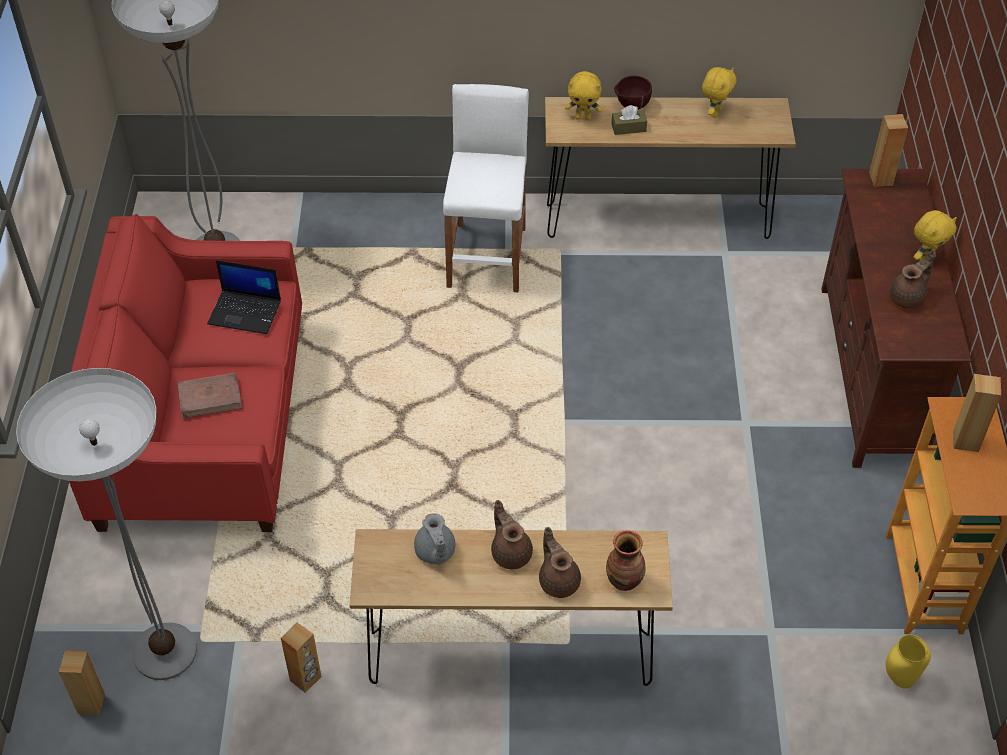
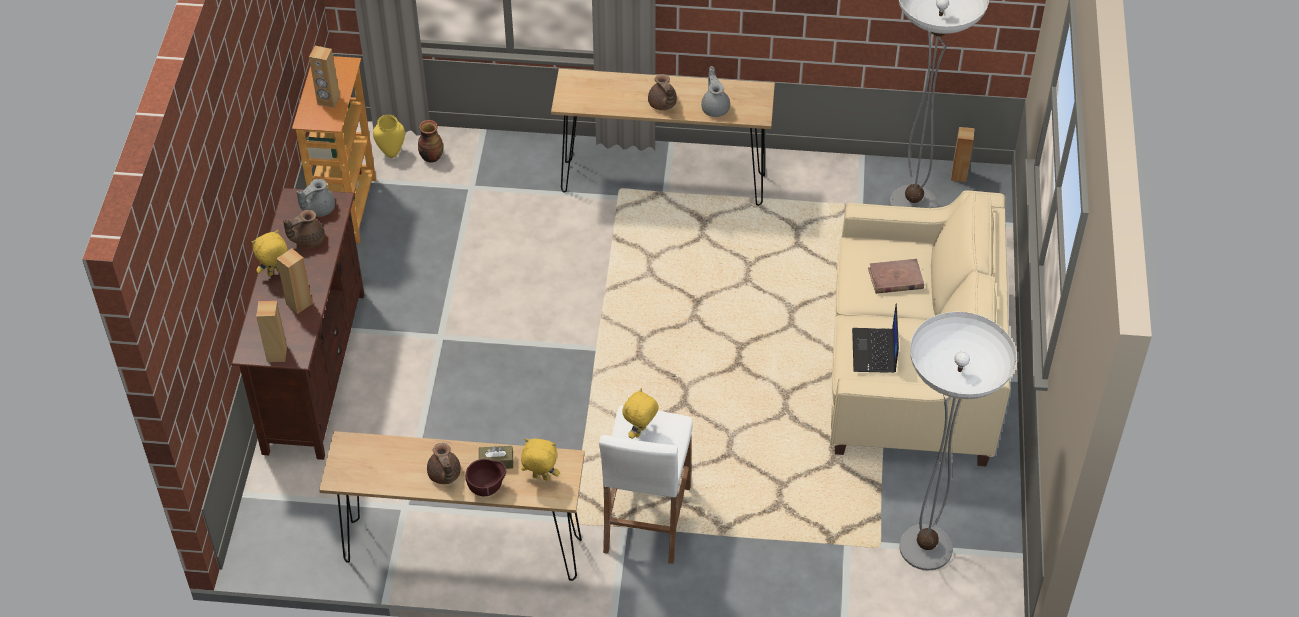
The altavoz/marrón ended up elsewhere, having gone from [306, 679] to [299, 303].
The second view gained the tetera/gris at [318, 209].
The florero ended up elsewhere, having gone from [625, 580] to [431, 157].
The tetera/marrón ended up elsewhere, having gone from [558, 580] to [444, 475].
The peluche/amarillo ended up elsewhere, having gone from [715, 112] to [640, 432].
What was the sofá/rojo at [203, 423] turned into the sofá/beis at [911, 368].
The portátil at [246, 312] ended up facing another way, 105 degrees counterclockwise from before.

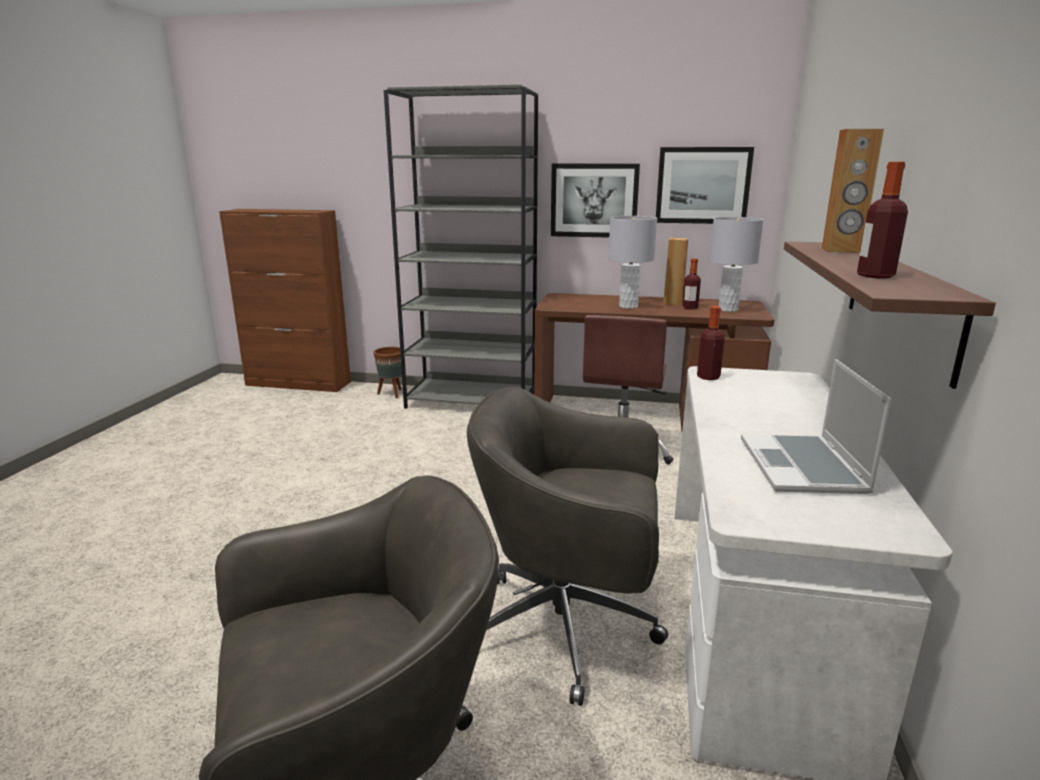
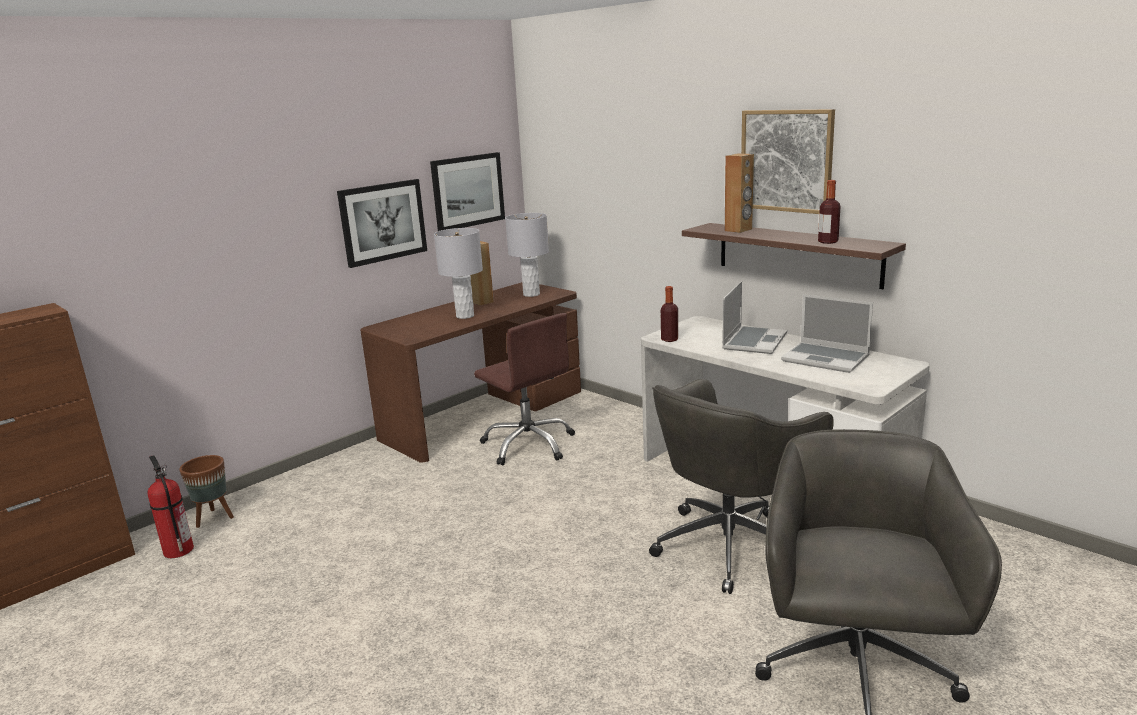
The second view gained the extintor at [177, 550].
The second view gained the portátil at [753, 341].
The second view gained the cuadro at [786, 160].
The second view lost the estantería/gris at [472, 401].
The second view lost the botella at [690, 308].

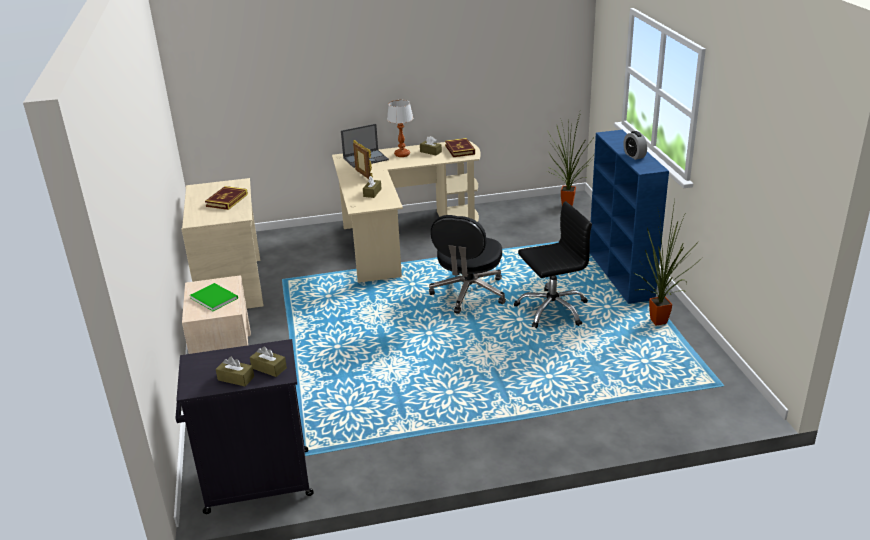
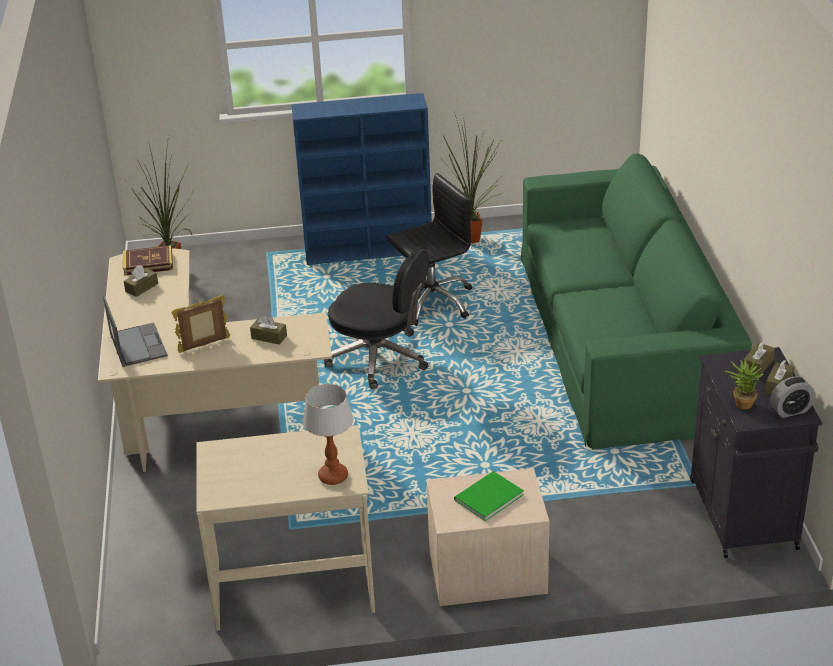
The lámpara de mesa ended up elsewhere, having gone from [402, 154] to [333, 477].
The silla de oficina/negro at [552, 309] ended up facing another way, 75 degrees clockwise from before.
The second view gained the sofá/verde at [622, 338].
The second view gained the planta en maceta at [741, 402].
The despertador ended up elsewhere, having gone from [634, 156] to [790, 410].
The second view lost the libro at [227, 200].

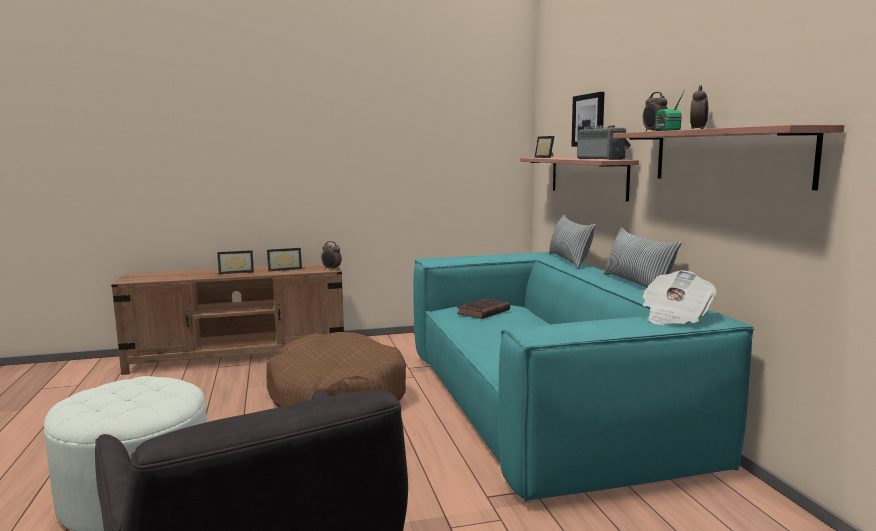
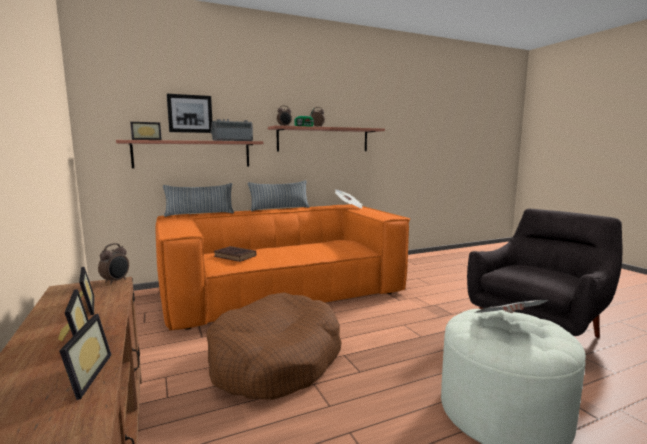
The second view gained the portarretratos at [81, 377].
What was the sofá/turquesa at [541, 403] turned into the sofá/naranja at [283, 291].
The second view gained the periódico at [507, 323].

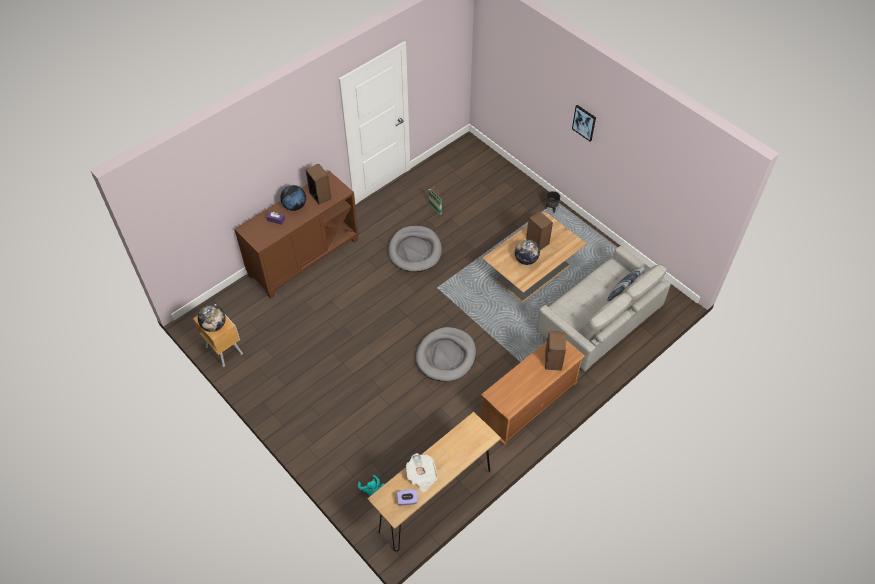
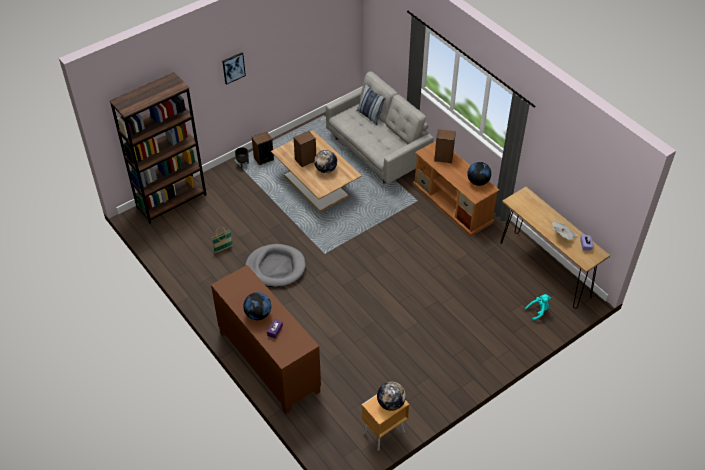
The second view gained the estantería/marrón at [171, 201].
The altavoz ended up elsewhere, having gone from [320, 195] to [263, 159].
The second view gained the globo terráqueo at [478, 182].
The second view lost the cama para perro/gris at [446, 356].

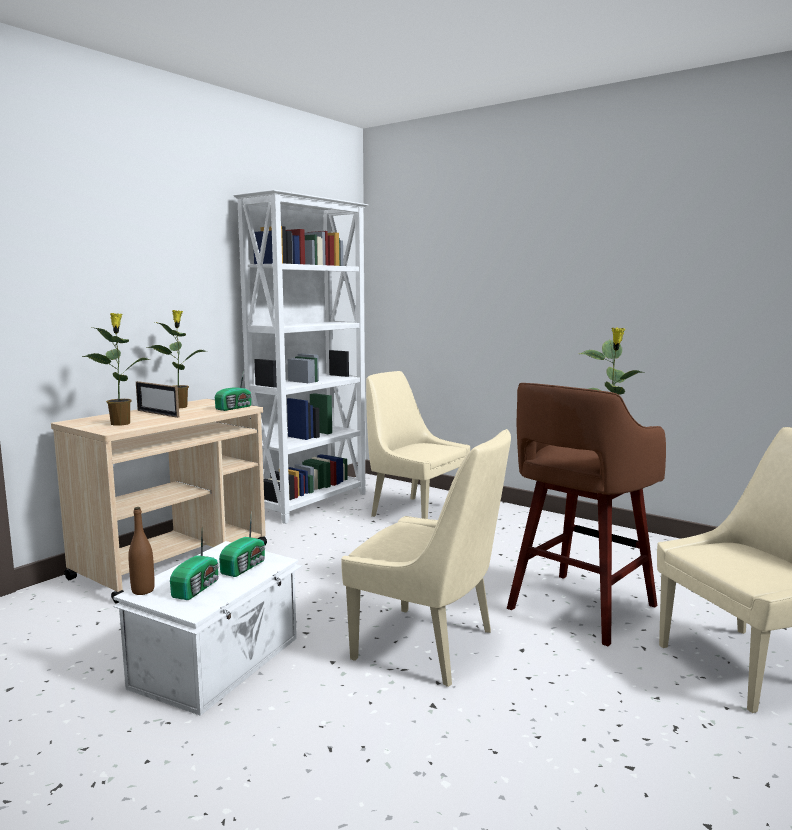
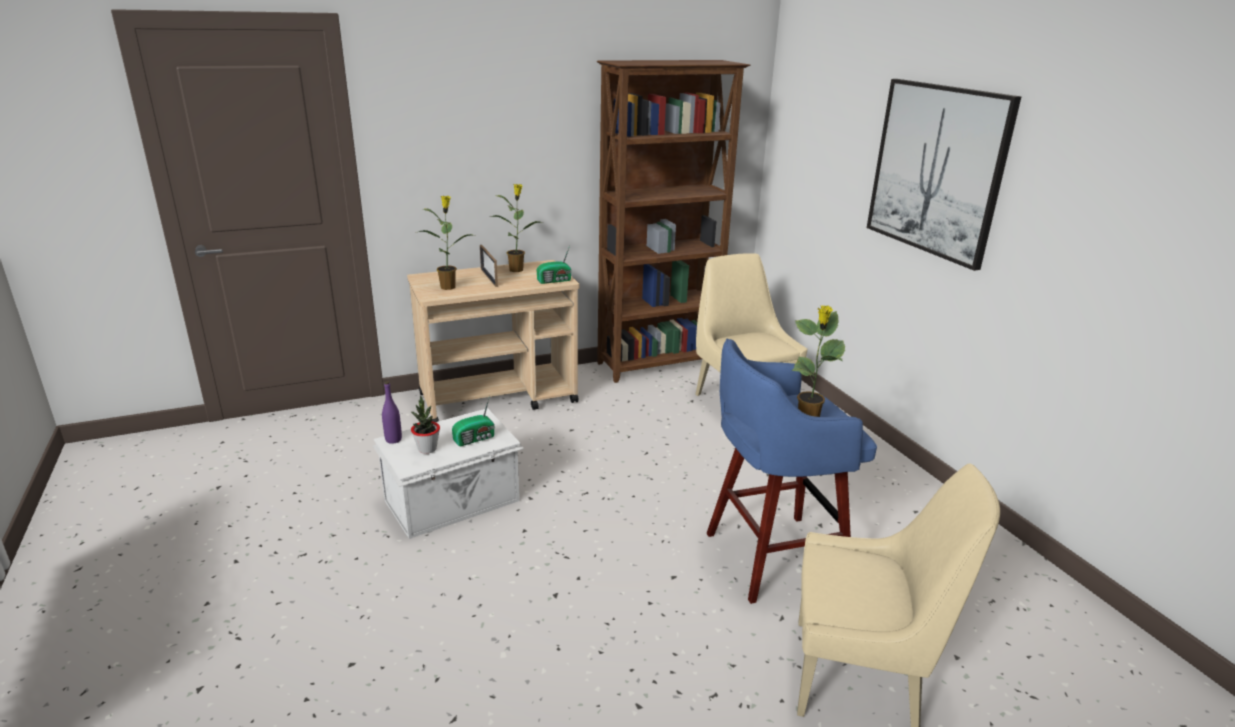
What was the botella/marrón at [143, 590] turned into the botella/morado at [393, 439].
Where the radio stood at [198, 588], the planta en maceta came to stand at [427, 449].
What was the estantería/blanco at [312, 503] turned into the estantería/marrón at [659, 364].
What was the taburete/marrón at [579, 609] turned into the taburete/azul at [771, 558].
The second view gained the cuadro at [937, 170].
The second view lost the silla/beis at [429, 646].

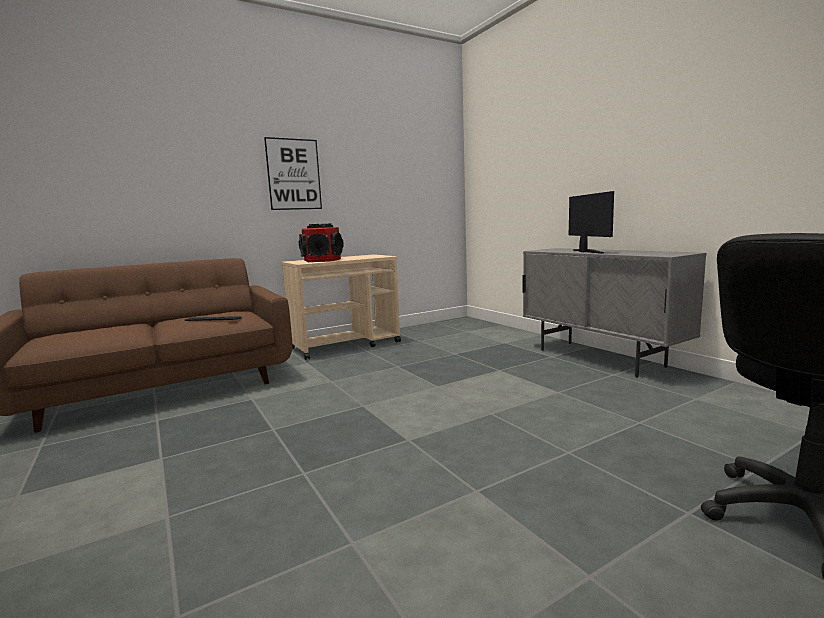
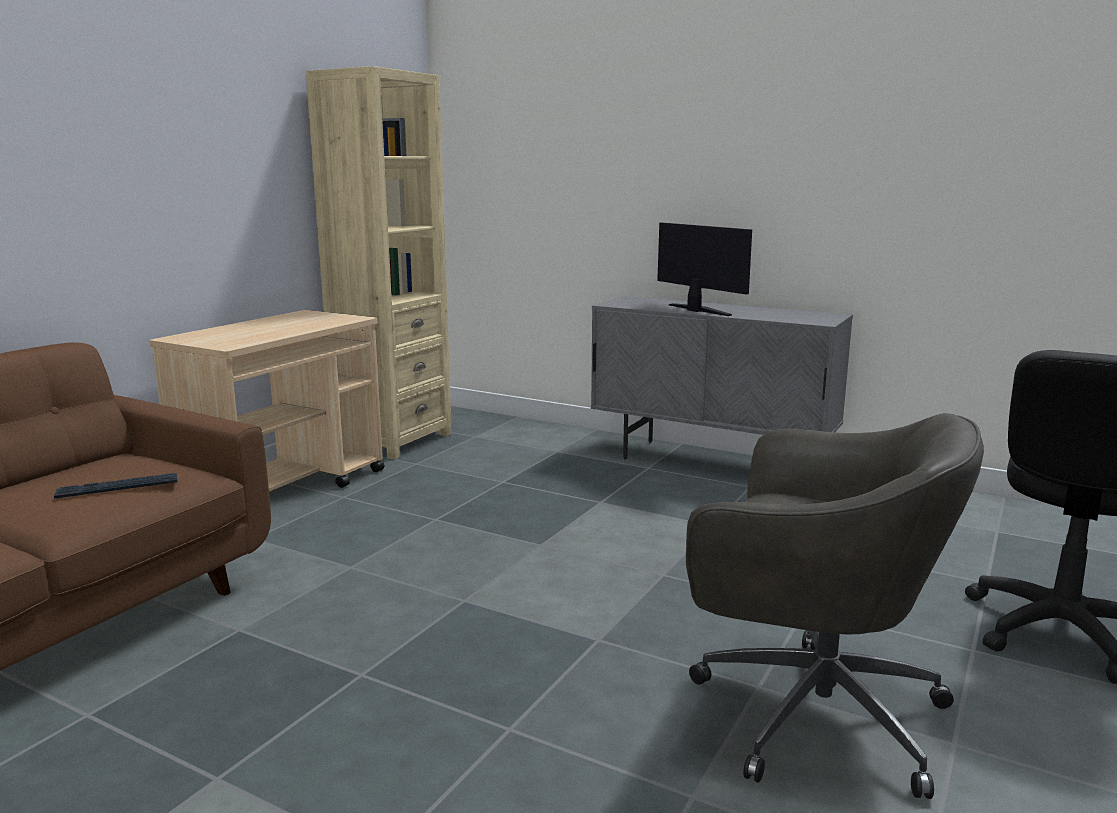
The second view gained the estantería/beis at [393, 440].
The second view gained the silla de oficina/gris at [811, 712].
The second view lost the cuadro at [294, 174].
The second view lost the altavoz at [321, 260].

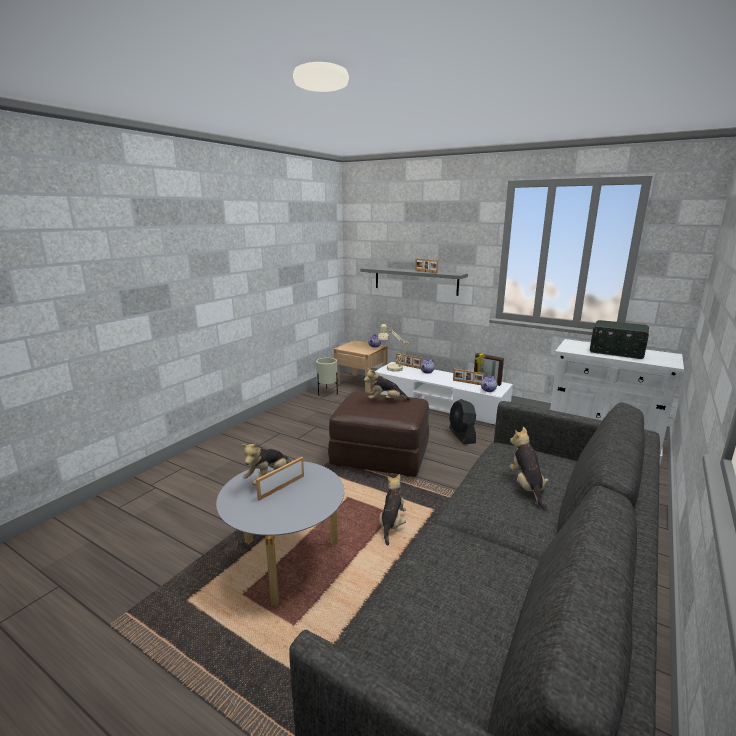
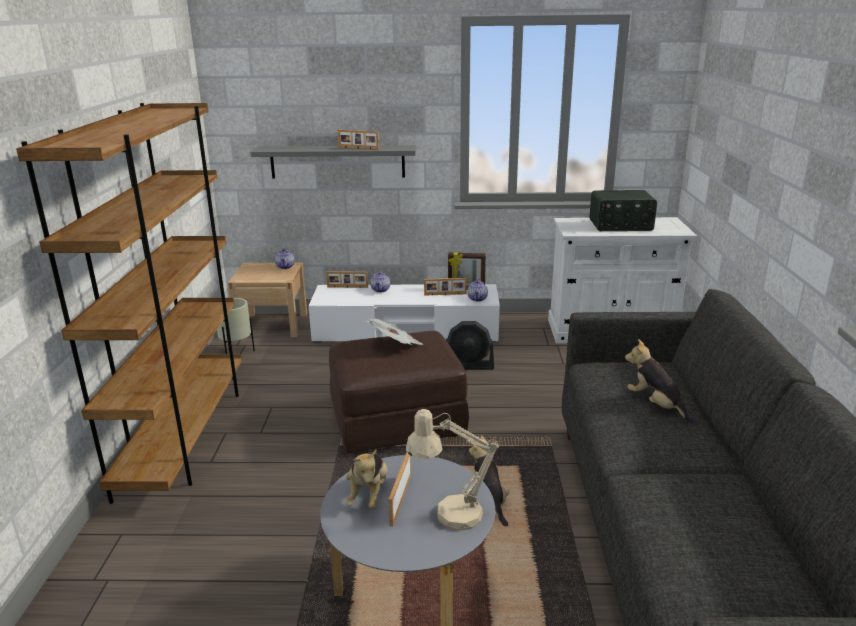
The second view gained the estantería/marrón at [185, 435].
Where the peluche stood at [385, 401], the periódico came to stand at [395, 345].
The lámpara de mesa/beis ended up elsewhere, having gone from [391, 368] to [449, 516].
The ventilador/negro at [462, 435] ended up facing another way, 45 degrees counterclockwise from before.

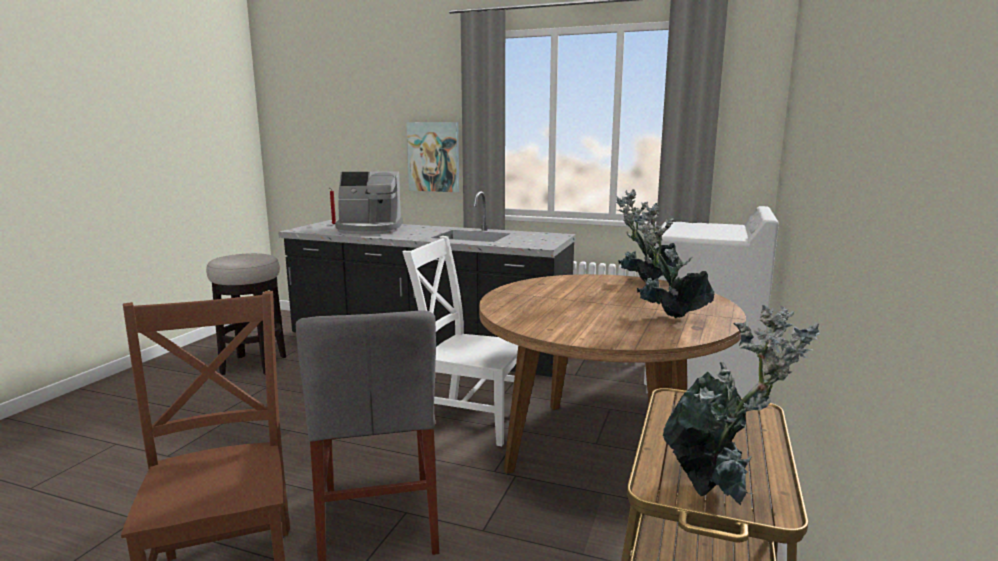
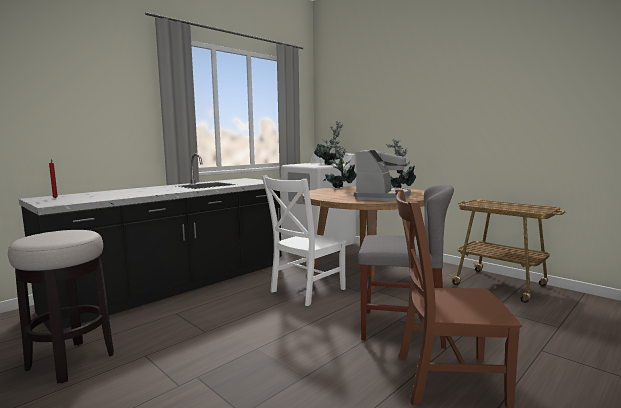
The planta en maceta ended up elsewhere, having gone from [720, 490] to [330, 164].
The cafetera ended up elsewhere, having gone from [370, 229] to [382, 197].
The second view lost the cuadro at [434, 157].

